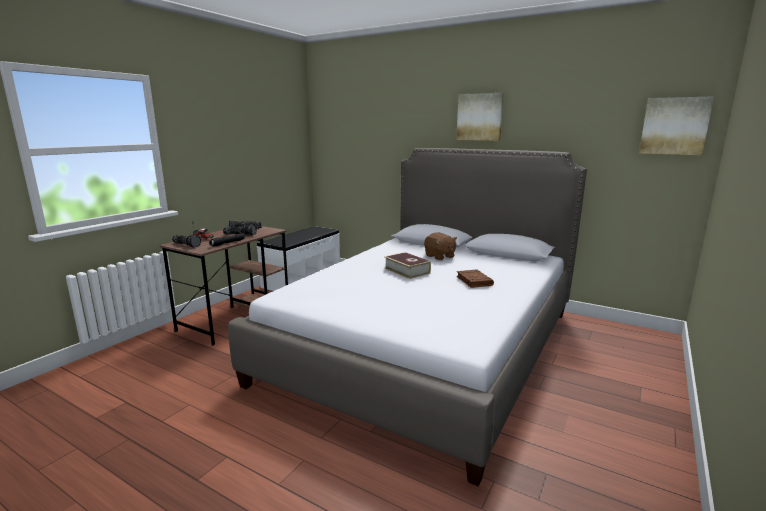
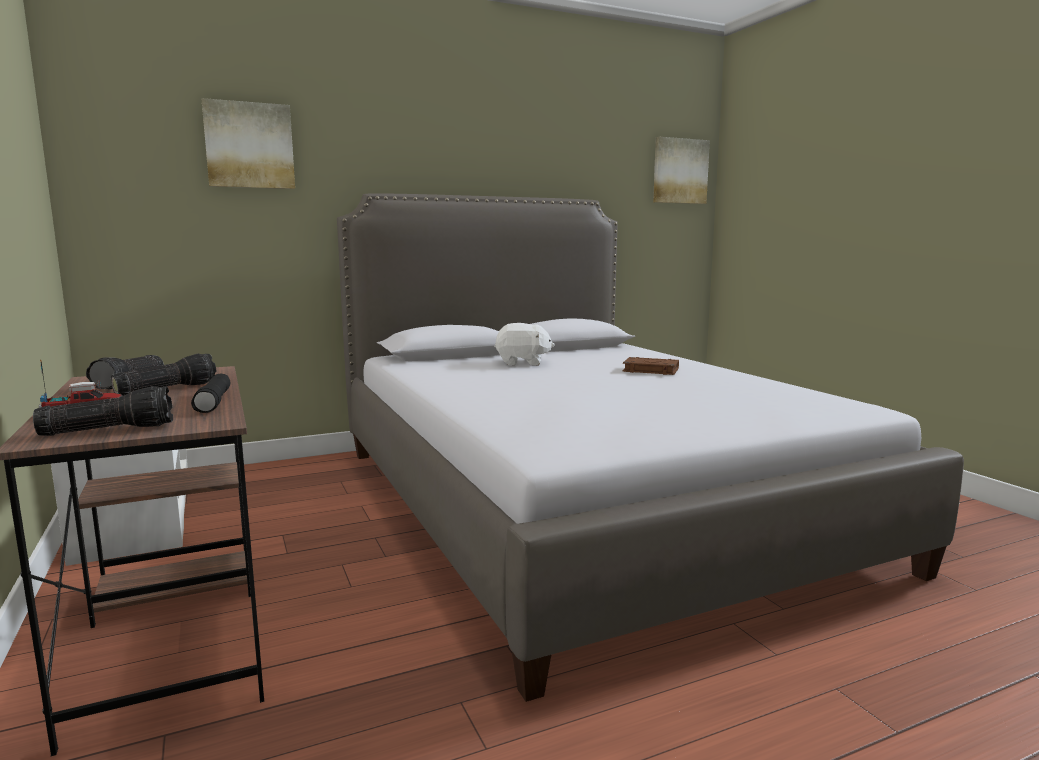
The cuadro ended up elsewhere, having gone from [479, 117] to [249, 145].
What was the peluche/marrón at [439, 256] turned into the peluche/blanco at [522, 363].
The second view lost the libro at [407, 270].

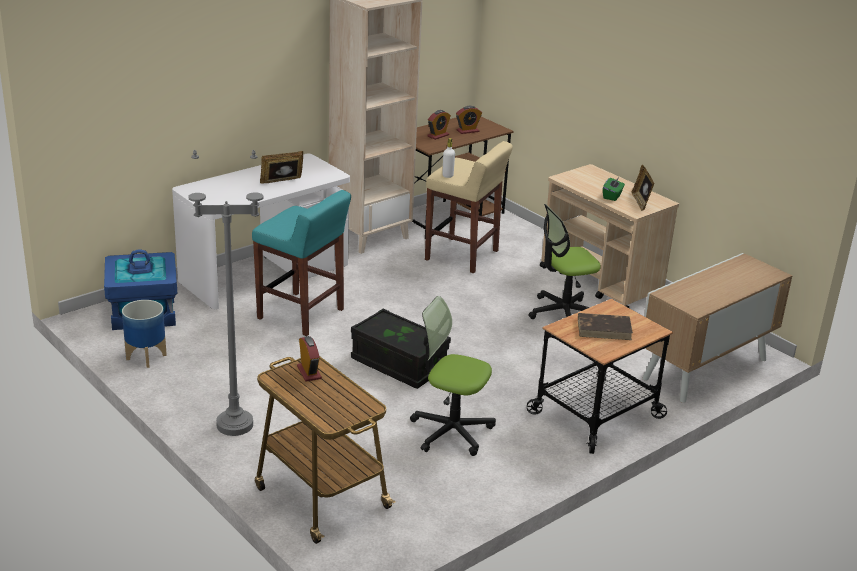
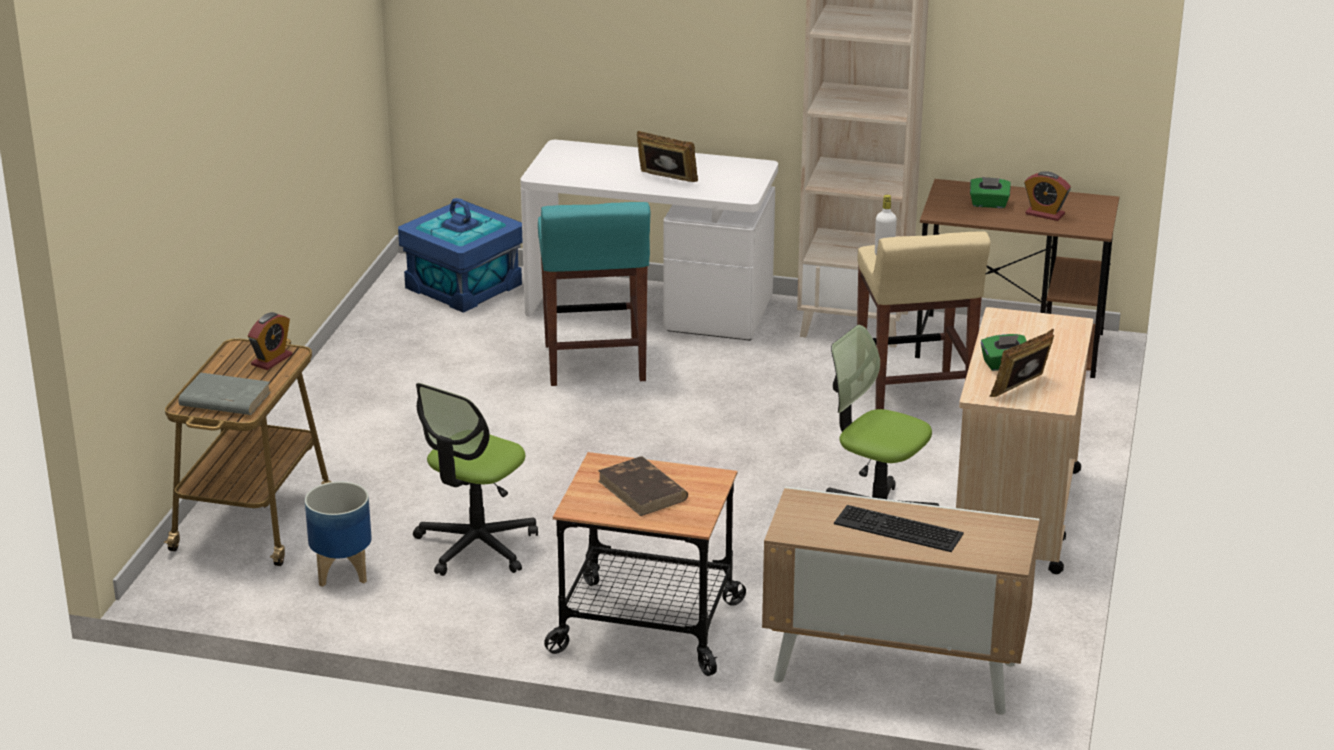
The second view gained the libro/gris at [224, 399].
The maceta ended up elsewhere, having gone from [145, 357] to [342, 571].
The silla de oficina at [451, 431] ended up facing another way, 135 degrees counterclockwise from before.
The second view gained the teclado at [896, 529].
Where the despertador stood at [438, 135], the caja de pañuelos/verde came to stand at [989, 204].
The second view lost the lámpara de pie/gris at [235, 425].
The second view lost the caja de almacenaje/negro at [399, 364].

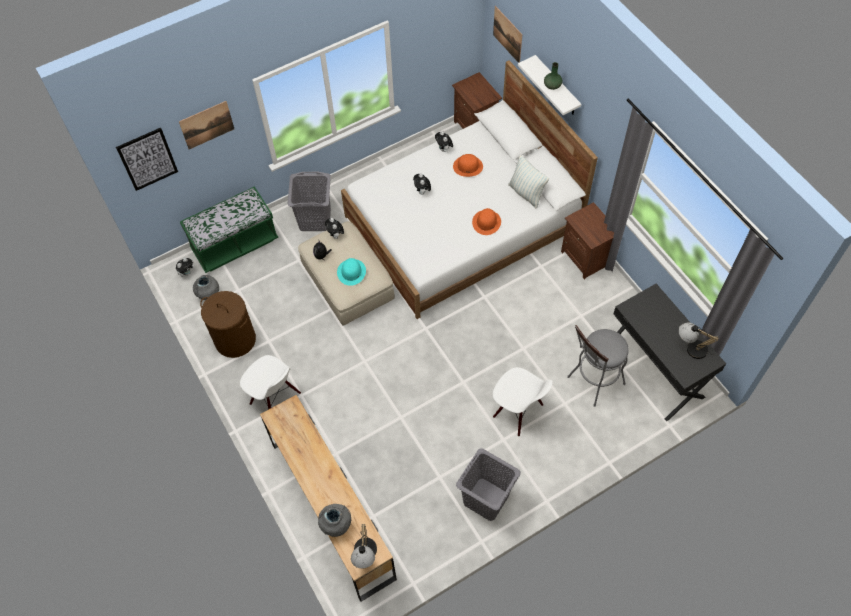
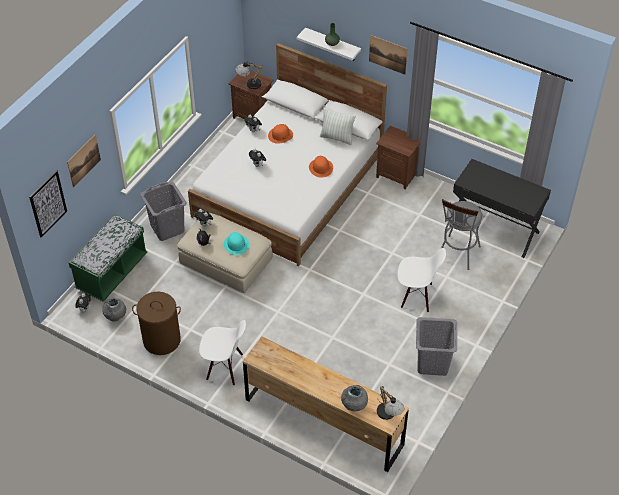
The lámpara de mesa ended up elsewhere, having gone from [691, 348] to [249, 84].
The cuadro ended up elsewhere, having gone from [507, 34] to [388, 54].

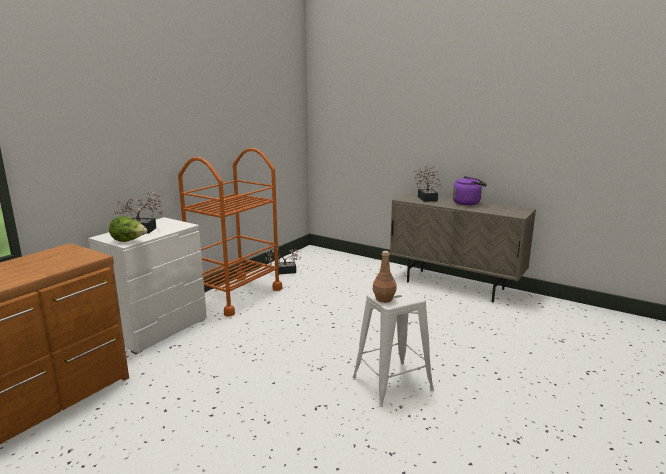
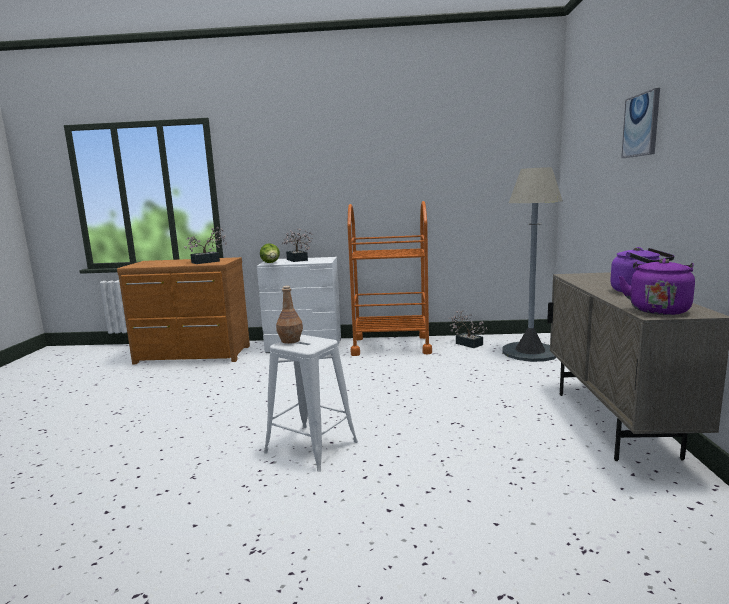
The planta en maceta ended up elsewhere, having gone from [427, 198] to [209, 261].
The second view gained the lámpara de pie/gris at [529, 352].
The second view gained the hervidor/morado at [658, 310].
The second view gained the cuadro at [641, 125].

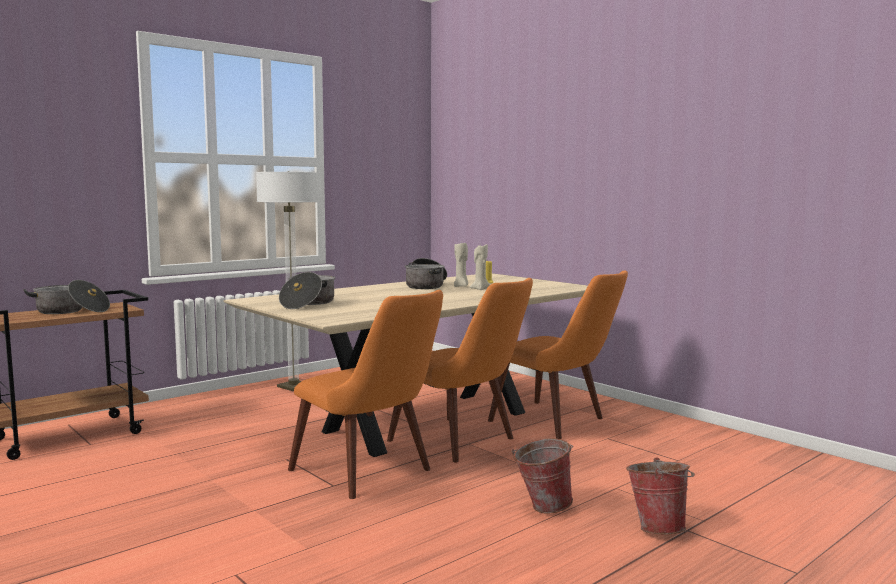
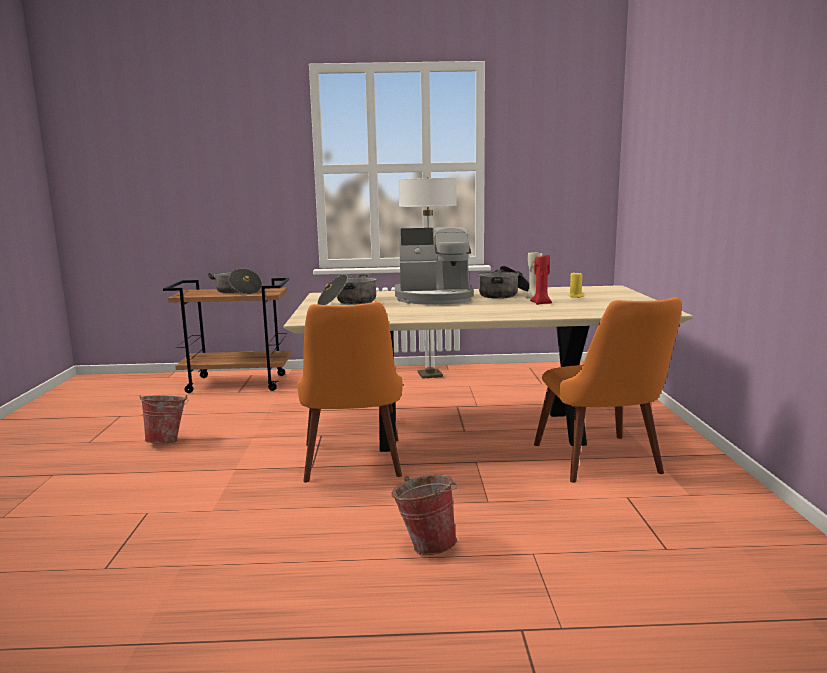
The cubo ended up elsewhere, having gone from [657, 528] to [168, 441].
The second view gained the cafetera at [434, 298].
What was the vela/beis at [480, 289] turned into the vela/rojo at [541, 303].
The second view lost the silla/naranja at [464, 442].

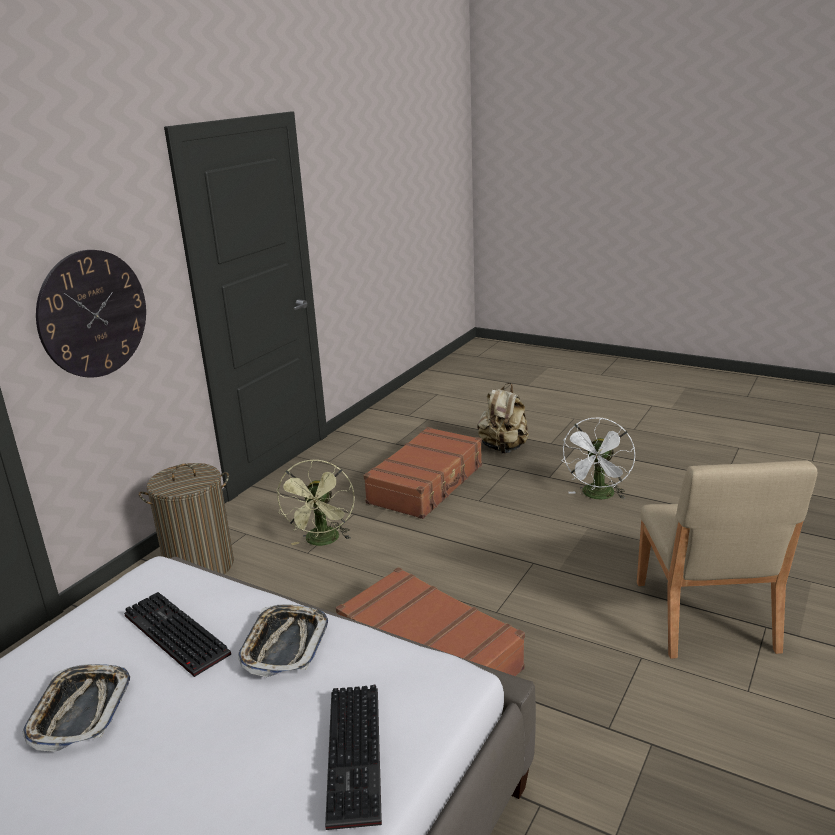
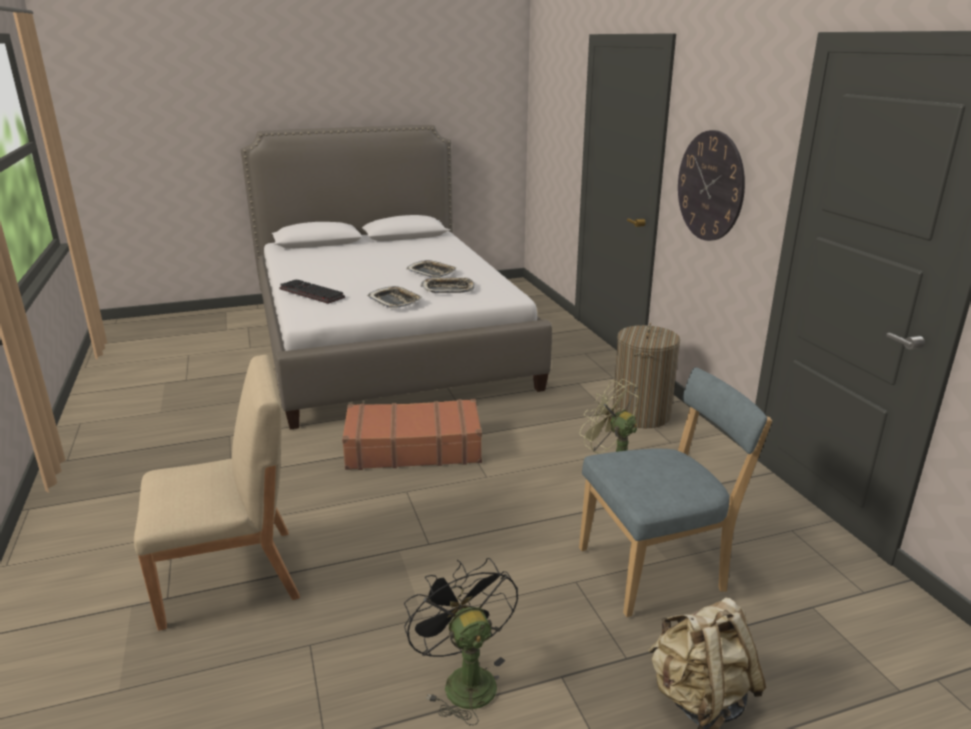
The silla/beis at [704, 617] ended up facing another way, 120 degrees clockwise from before.
What was the ventilador/blanco at [598, 496] turned into the ventilador/negro at [463, 679].
Where the teclado stood at [172, 635], the bandeja came to stand at [448, 289].
Where the maleta/marrón stood at [427, 484], the silla/azul came to stand at [657, 569].

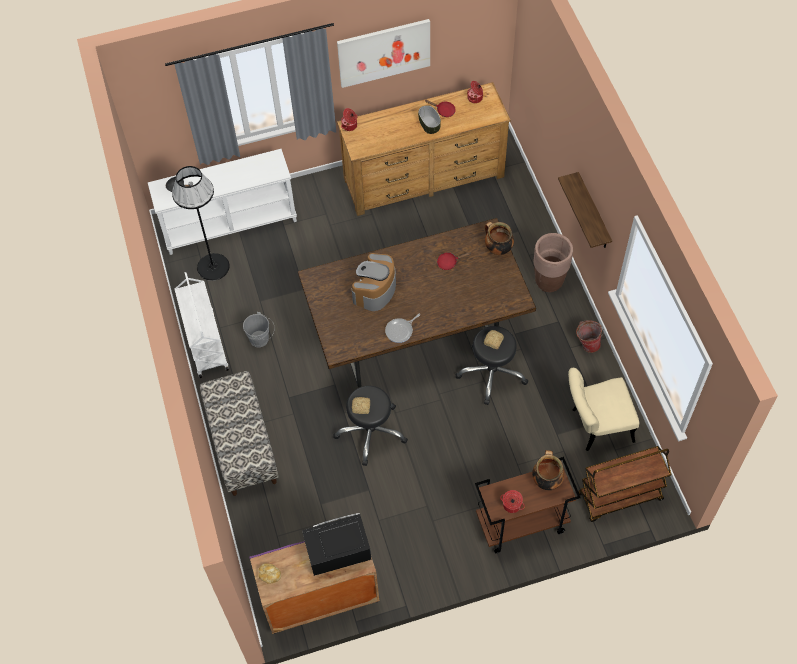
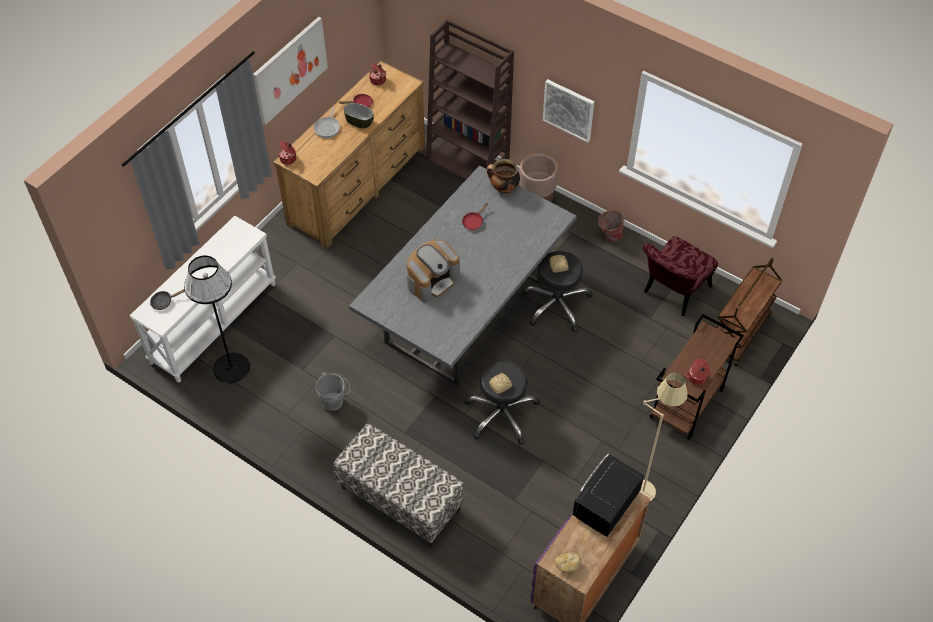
The sartén ended up elsewhere, having gone from [400, 331] to [327, 127].
What was the mesa de comedor/marrón at [416, 332] turned into the mesa de comedor/gris at [466, 311].
The cafetera at [375, 290] ended up facing another way, 120 degrees counterclockwise from before.
The second view gained the estantería/marrón at [468, 165].
Where the estante hung at [593, 213], the cuadro came to hang at [568, 110].
The second view gained the lámpara de pie/beis at [646, 481].
What was the silla/beis at [595, 426] turned into the silla/rojo at [673, 293].
The second view lost the carrito/blanco at [205, 344].
The second view lost the olla at [546, 480].

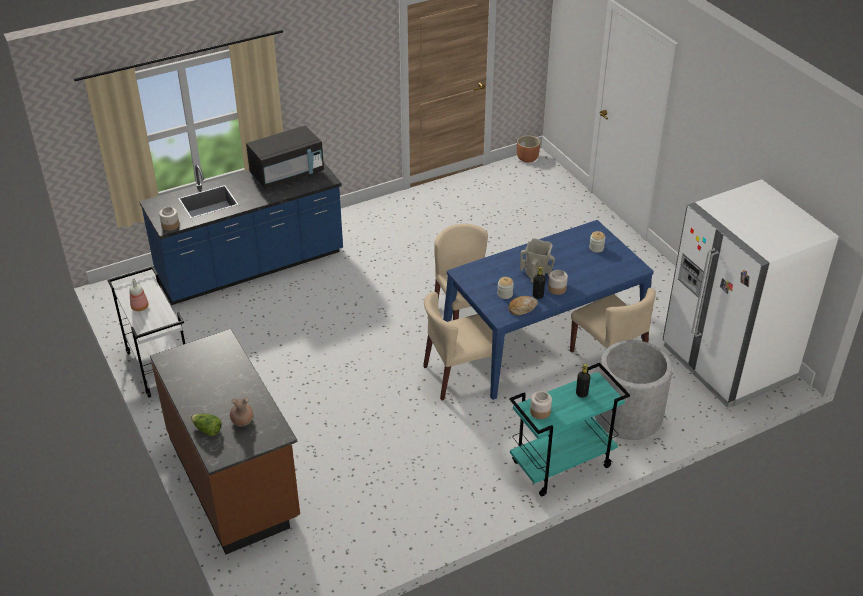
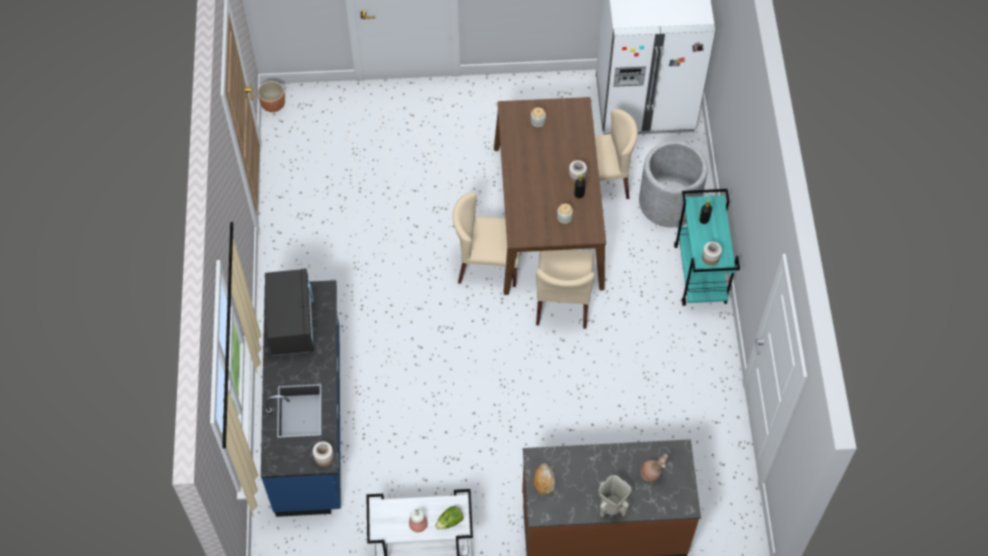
The lechuga ended up elsewhere, having gone from [207, 429] to [450, 521].
What was the mesa de comedor/azul at [544, 337] turned into the mesa de comedor/marrón at [547, 216].
The pan ended up elsewhere, having gone from [522, 308] to [543, 480].
The florero/beis ended up elsewhere, having gone from [536, 274] to [612, 504].

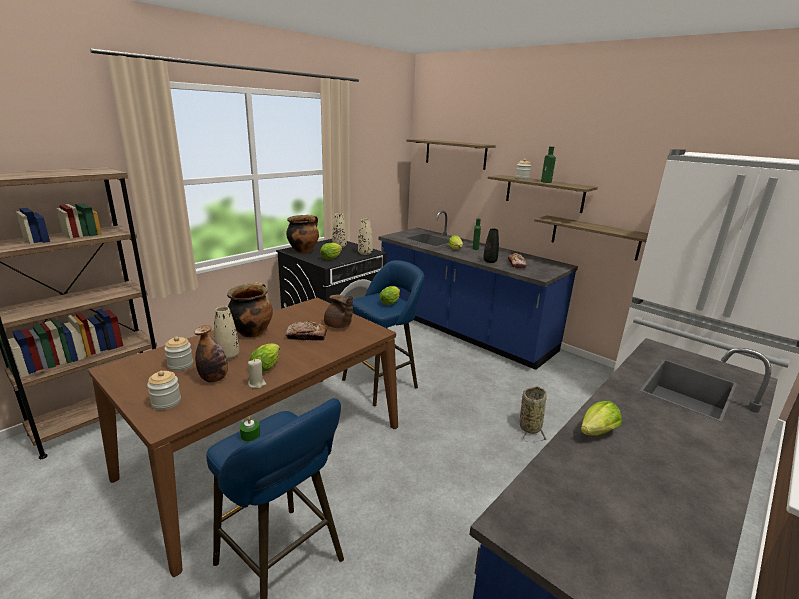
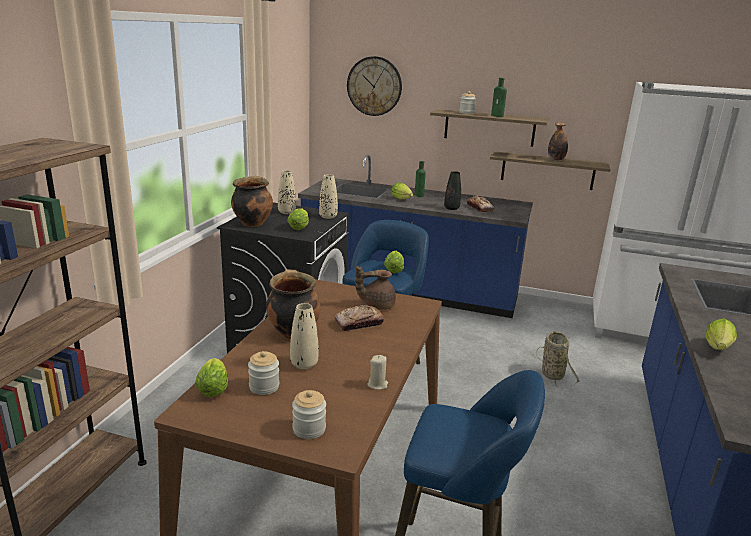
The lechuga ended up elsewhere, having gone from [267, 366] to [213, 387].
Where the estante hung at [455, 154], the reloj de pared came to hang at [374, 86].
The tetera/marrón at [338, 325] ended up facing another way, 150 degrees clockwise from before.
The botella ended up elsewhere, having gone from [214, 378] to [556, 159].
The second view lost the vela/verde at [250, 435].

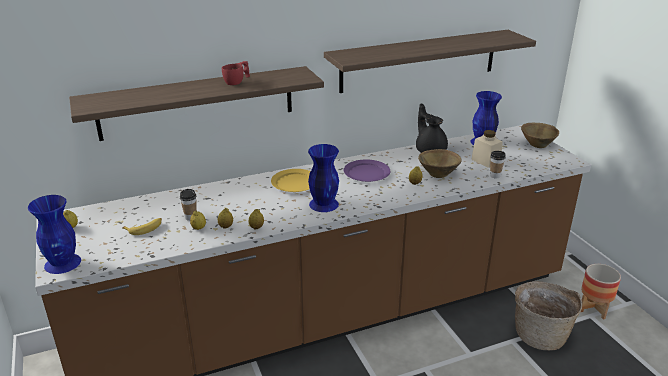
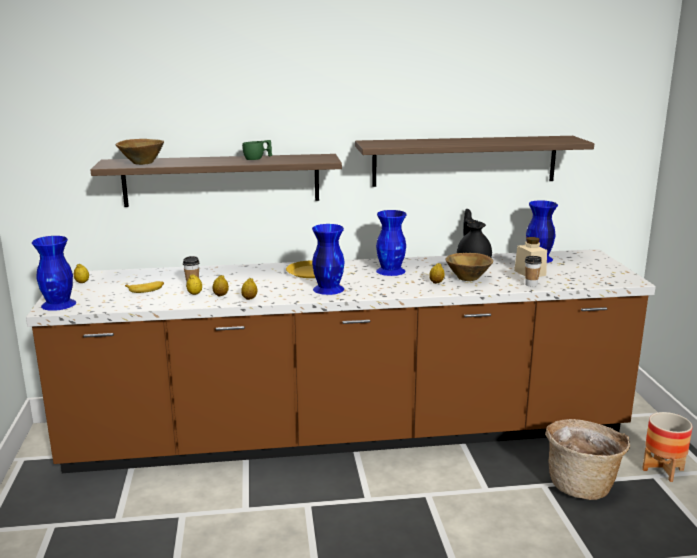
The cuenco/marrón ended up elsewhere, having gone from [537, 144] to [142, 162].
What was the taza/rojo at [237, 82] turned into the taza/verde at [258, 159].
Where the plato/morado stood at [367, 173], the florero/azul came to stand at [391, 271].

